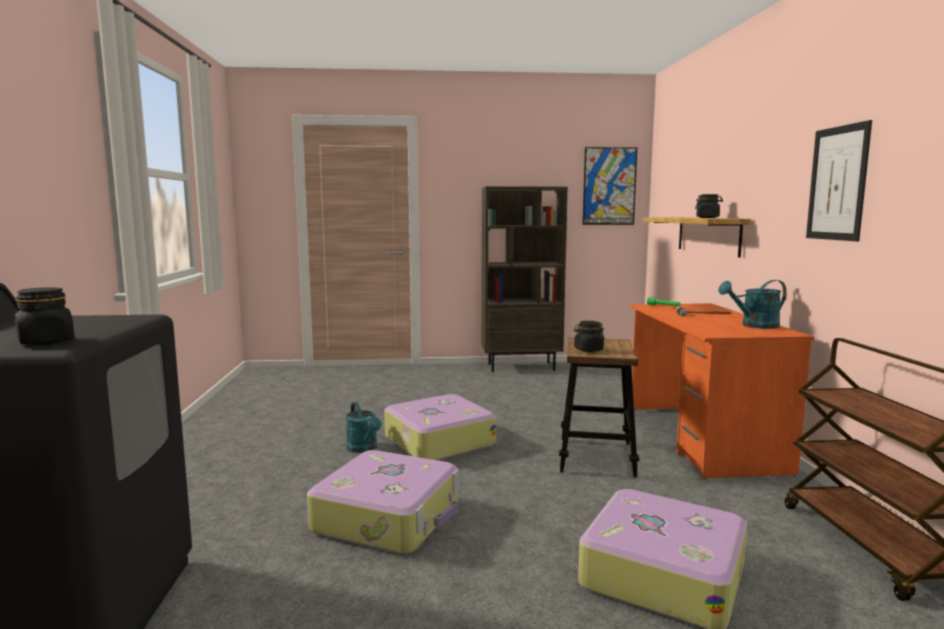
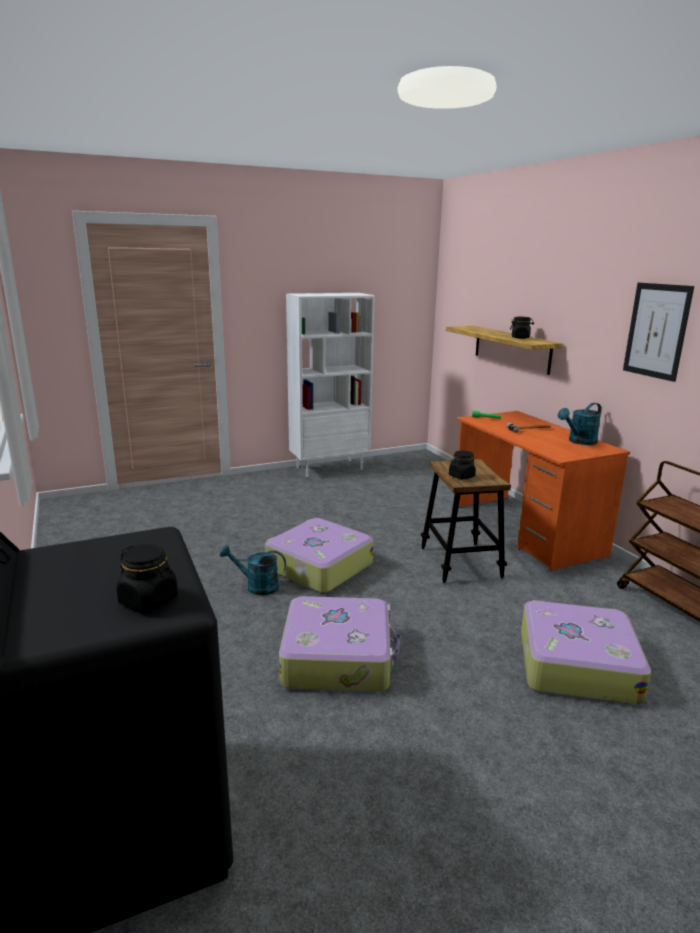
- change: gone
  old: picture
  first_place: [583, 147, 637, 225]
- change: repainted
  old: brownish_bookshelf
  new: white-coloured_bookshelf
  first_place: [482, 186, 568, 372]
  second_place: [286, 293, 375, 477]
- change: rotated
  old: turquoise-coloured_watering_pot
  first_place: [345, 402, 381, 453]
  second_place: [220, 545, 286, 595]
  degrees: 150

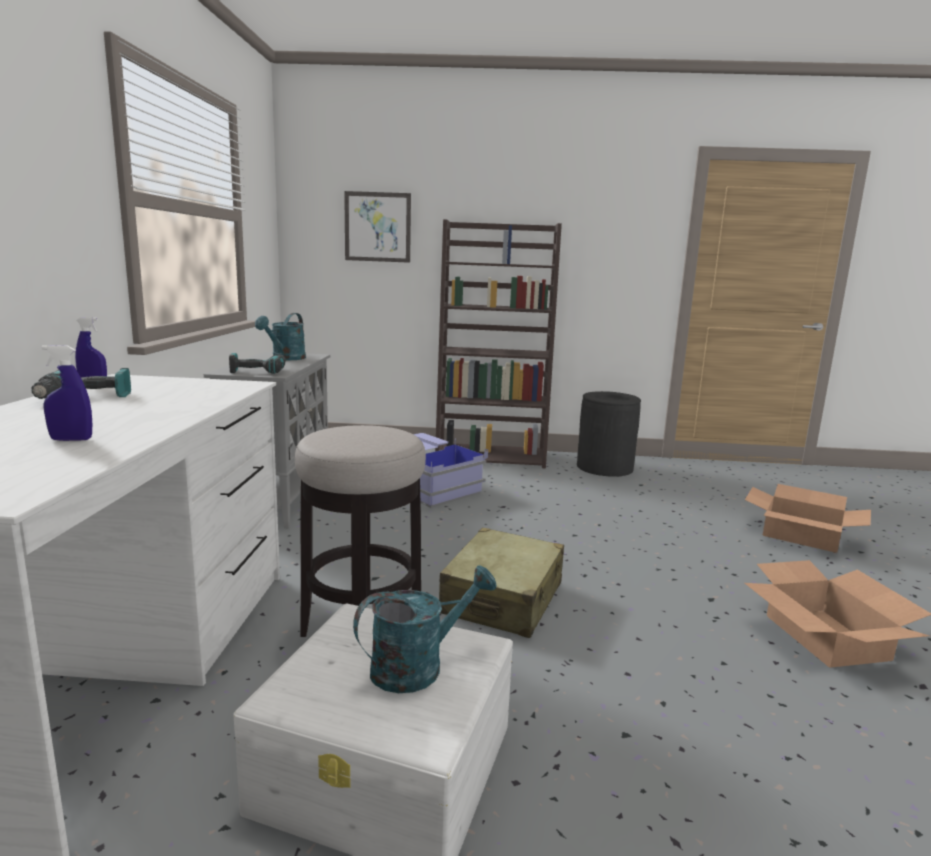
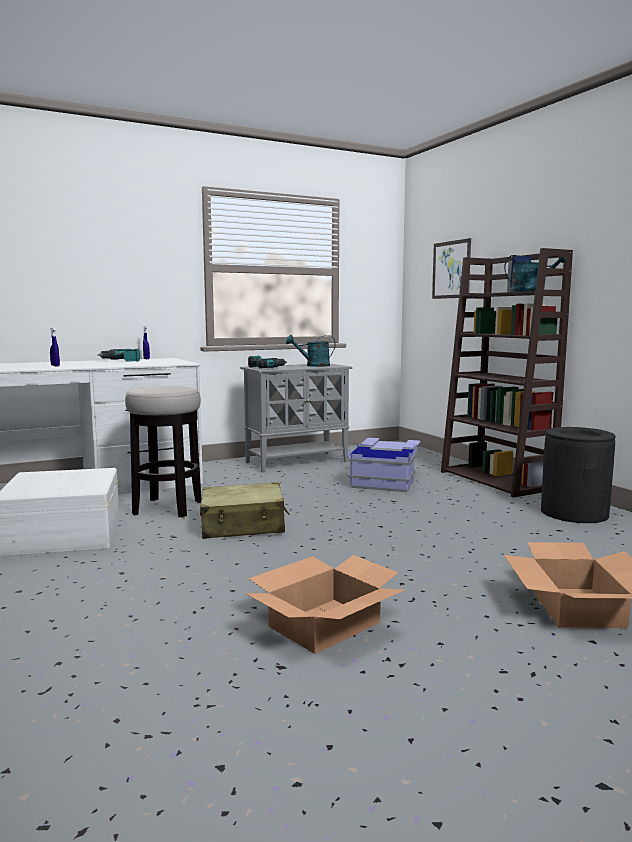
- change: shifted
  old: turquoise-coloured_watering_pot
  first_place: [353, 565, 497, 693]
  second_place: [504, 255, 566, 292]

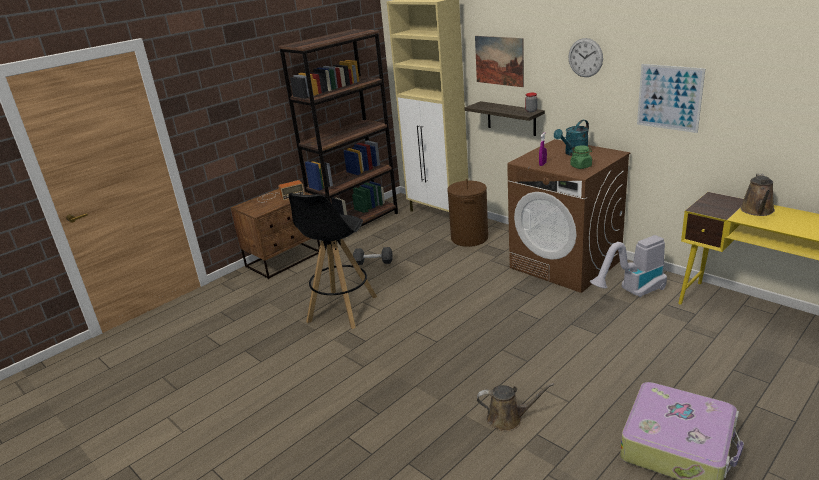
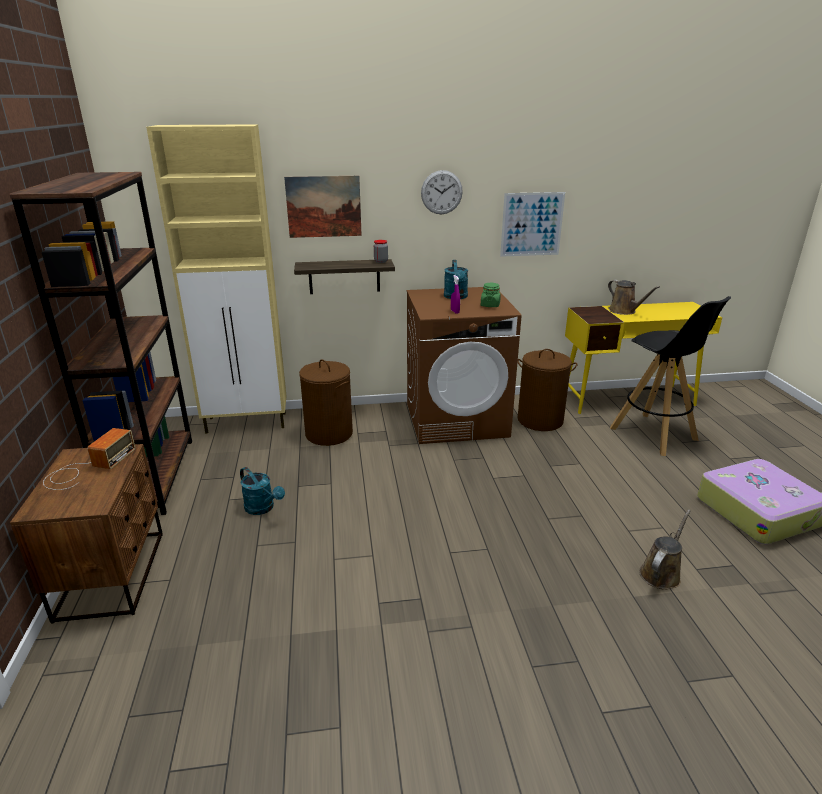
- change: shifted
  old: black_stool
  first_place: [289, 193, 377, 329]
  second_place: [610, 296, 731, 456]
- change: swapped
  old: vacuum
  new: brownish_laundry_basket
  first_place: [590, 235, 667, 297]
  second_place: [517, 349, 577, 431]
- change: swapped
  old: black_free_weight
  new: turquoise-coloured_watering_pot
  first_place: [353, 247, 393, 265]
  second_place: [240, 467, 285, 515]

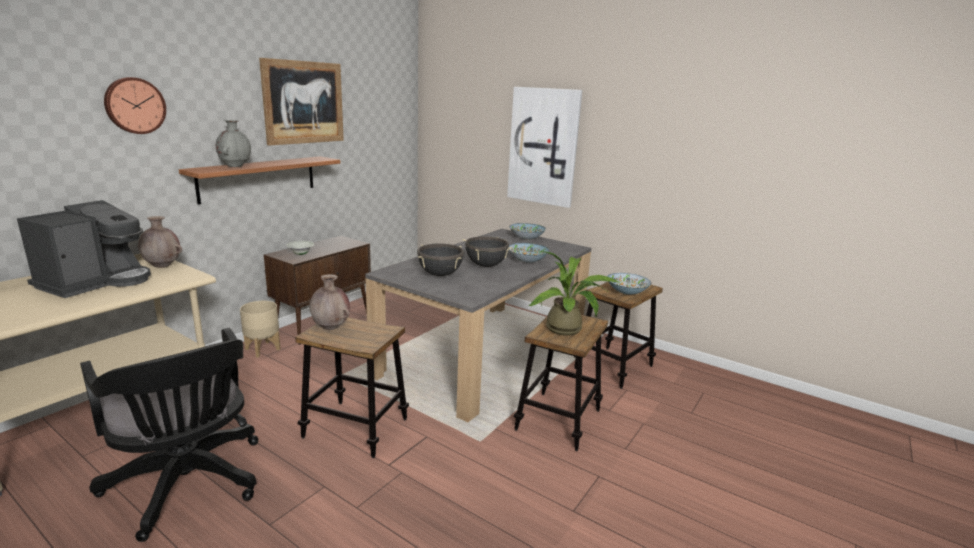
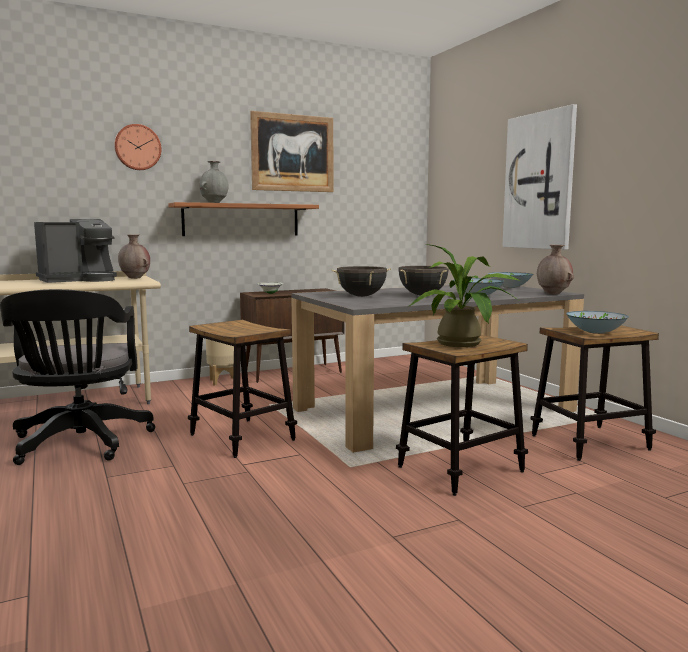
- change: shifted
  old: brownish_flower_vase
  first_place: [310, 274, 350, 330]
  second_place: [537, 245, 574, 294]

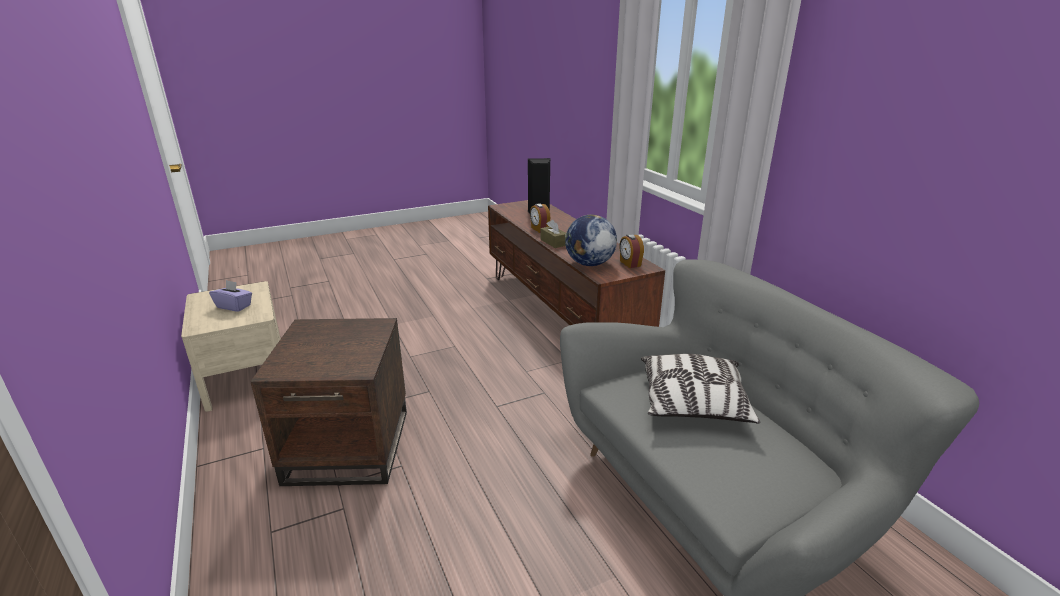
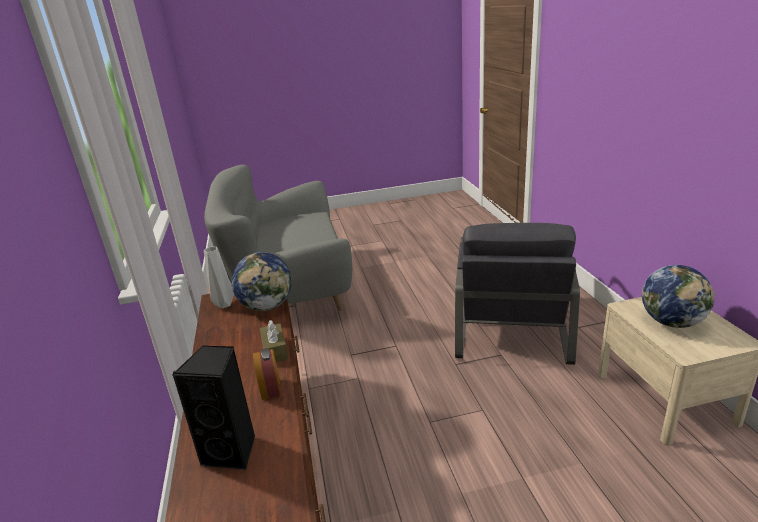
- change: swapped
  old: bedside_clock
  new: greyish_flower_vase
  first_place: [619, 234, 644, 268]
  second_place: [204, 247, 234, 309]
- change: swapped
  old: purple_tissue_box
  new: world_globe
  first_place: [209, 280, 252, 312]
  second_place: [642, 265, 714, 328]
- change: swapped
  old: brownish_accent_table
  new: greyish_lounge_chair
  first_place: [250, 318, 407, 486]
  second_place: [455, 223, 580, 365]
- change: gone
  old: cushion
  first_place: [641, 354, 760, 424]

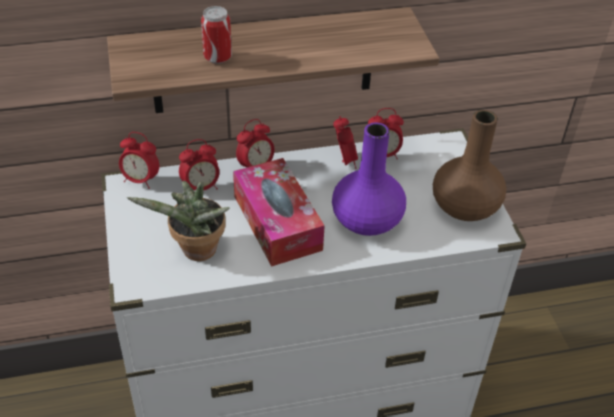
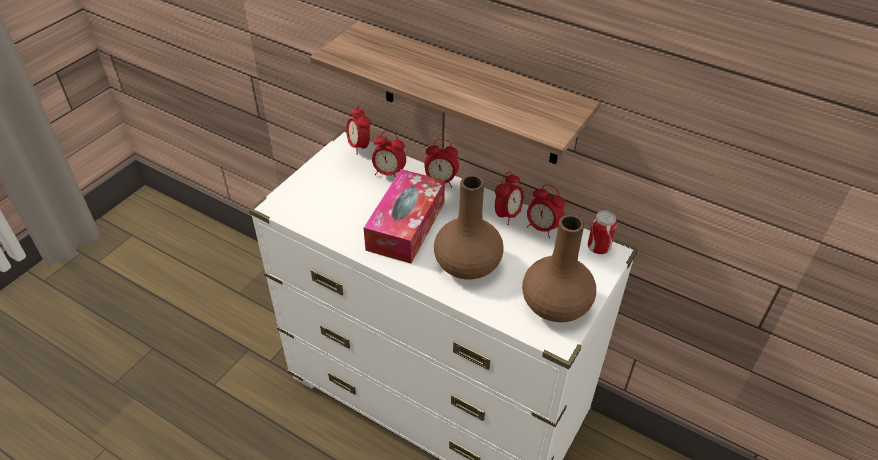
- change: shifted
  old: metal_can
  first_place: [201, 6, 232, 64]
  second_place: [588, 210, 617, 254]
- change: repainted
  old: purple_flower_vase
  new: brownish_flower_vase
  first_place: [332, 123, 406, 236]
  second_place: [434, 175, 504, 280]
- change: gone
  old: houseplant
  first_place: [127, 181, 230, 261]

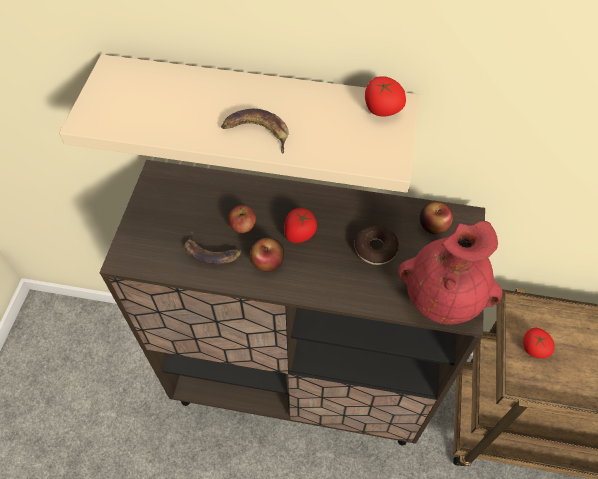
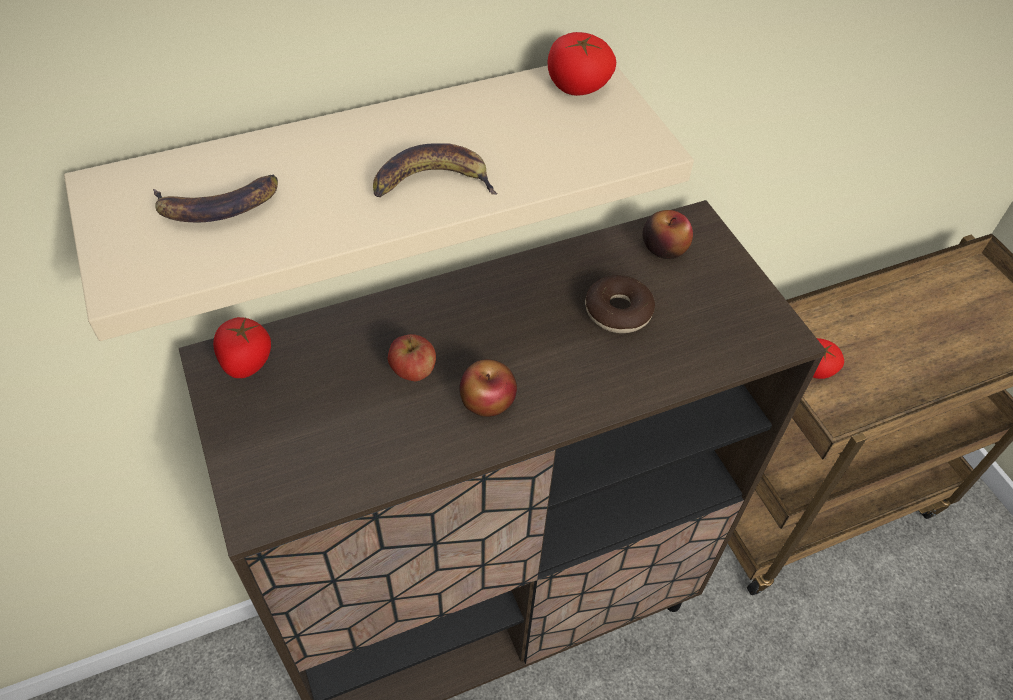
- change: shifted
  old: tomato
  first_place: [284, 208, 317, 243]
  second_place: [213, 317, 271, 378]
- change: gone
  old: red-coloured_flower_vase
  first_place: [398, 221, 502, 325]
- change: shifted
  old: banana
  first_place: [185, 231, 241, 264]
  second_place: [153, 174, 278, 222]

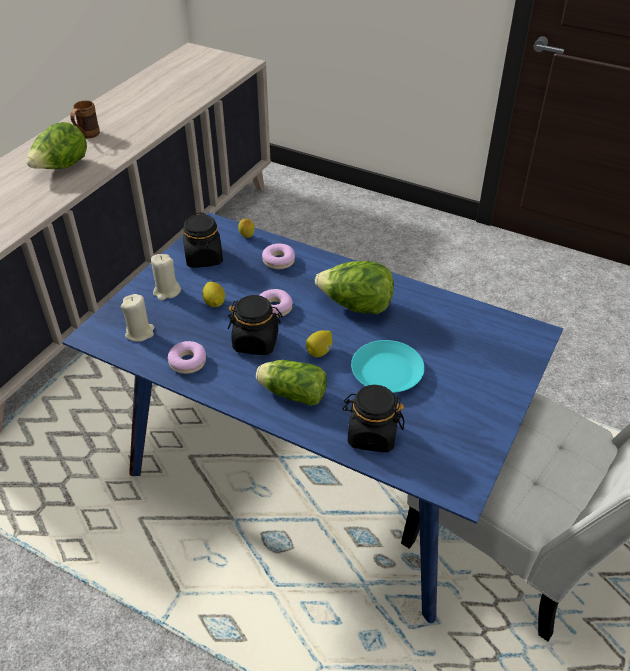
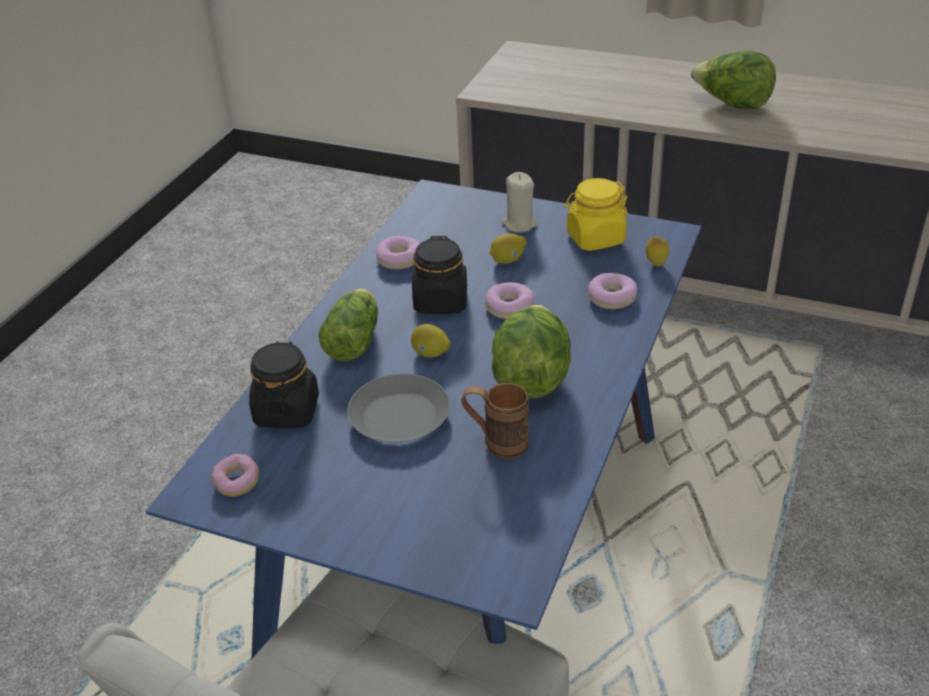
- change: shifted
  old: brownish_tea_mug
  first_place: [70, 100, 100, 138]
  second_place: [461, 383, 529, 459]
- change: repainted
  old: black_jar
  new: yellow_jar
  first_place: [183, 213, 223, 268]
  second_place: [564, 178, 628, 251]
- change: gone
  old: beige_wax_candle
  first_place: [121, 294, 154, 342]
- change: repainted
  old: turquoise-coloured_flat_dish
  new: greyish_flat_dish
  first_place: [351, 340, 425, 393]
  second_place: [347, 374, 450, 442]
- change: new
  new: doughnut
  second_place: [212, 454, 259, 497]

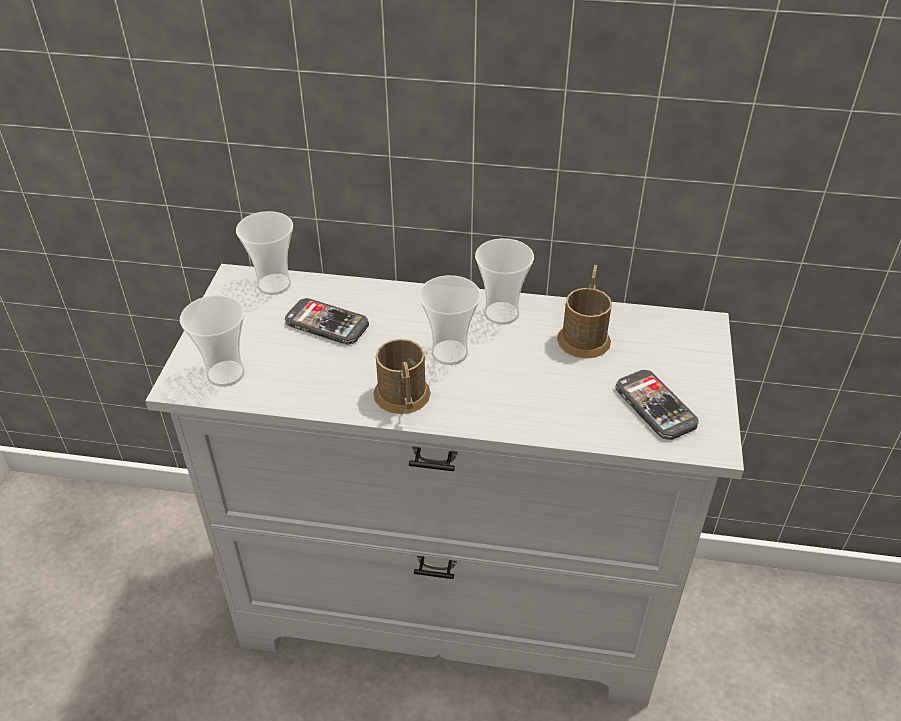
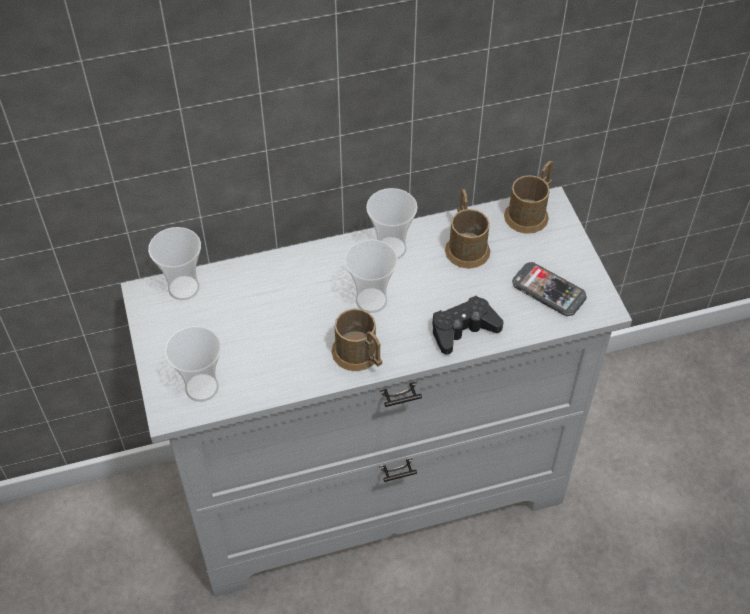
- change: gone
  old: phone
  first_place: [285, 298, 369, 345]
- change: new
  new: brownish_tea_mug
  second_place: [504, 161, 554, 234]
- change: new
  new: black_game_controller
  second_place: [432, 296, 503, 354]

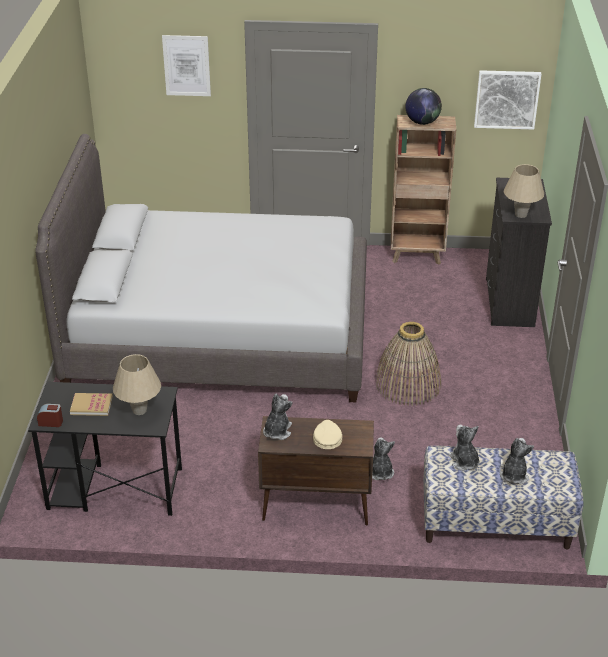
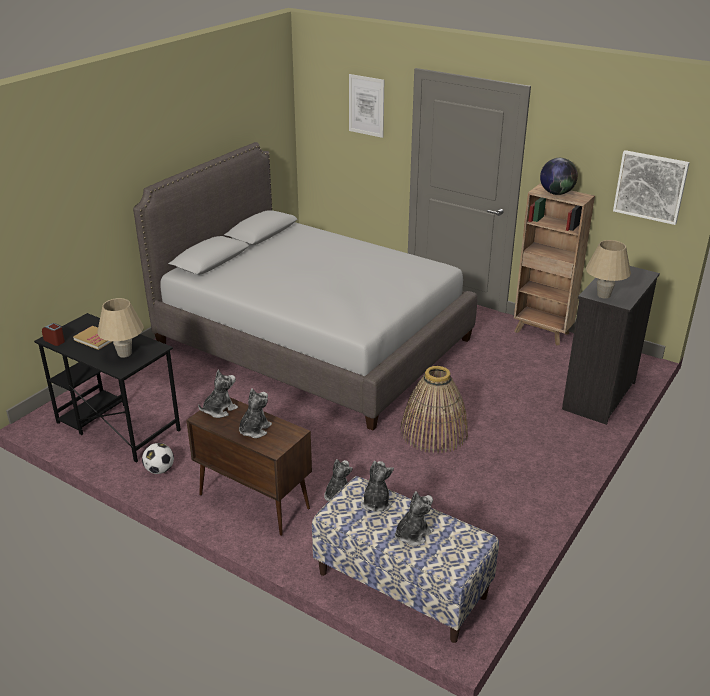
- change: swapped
  old: beige_baseball_cap
  new: soft_toy
  first_place: [313, 420, 342, 449]
  second_place: [239, 389, 272, 438]
- change: new
  new: football
  second_place: [142, 443, 174, 474]

